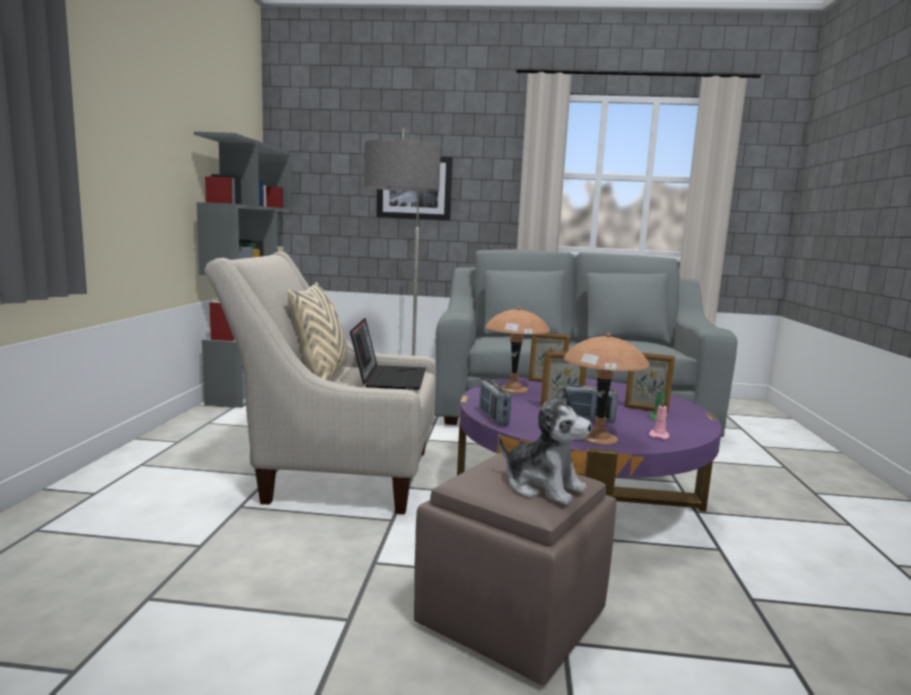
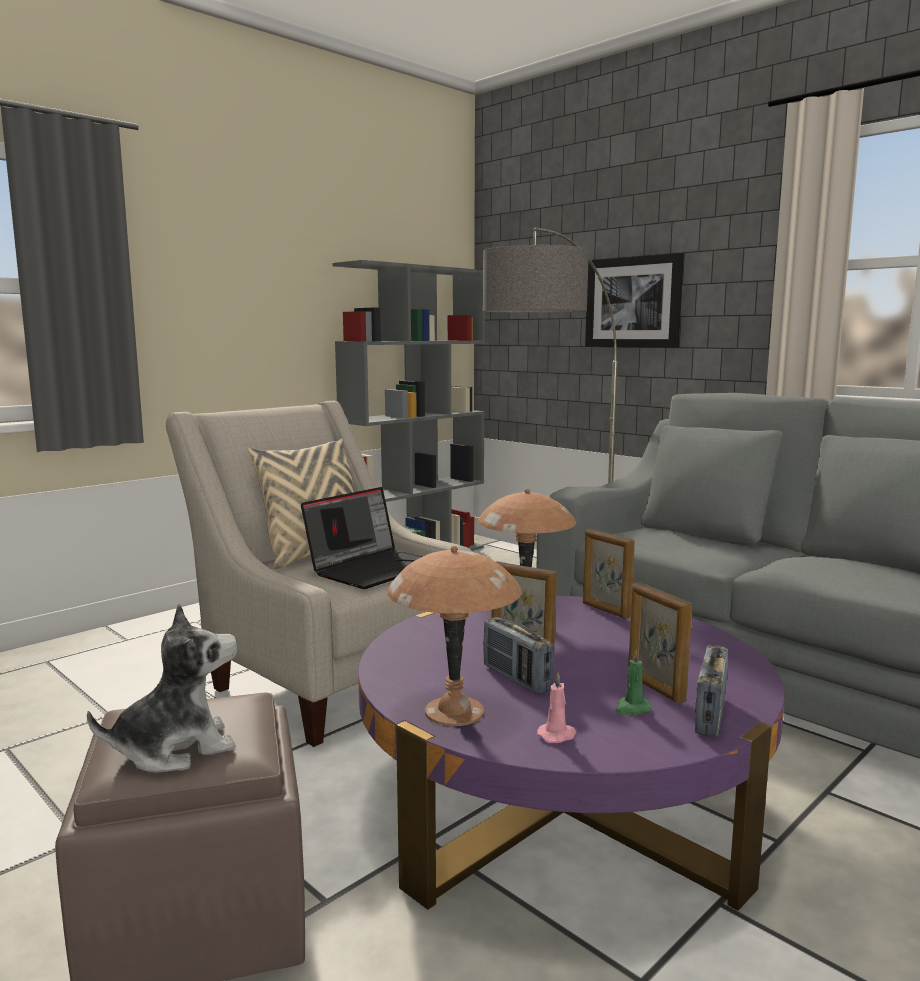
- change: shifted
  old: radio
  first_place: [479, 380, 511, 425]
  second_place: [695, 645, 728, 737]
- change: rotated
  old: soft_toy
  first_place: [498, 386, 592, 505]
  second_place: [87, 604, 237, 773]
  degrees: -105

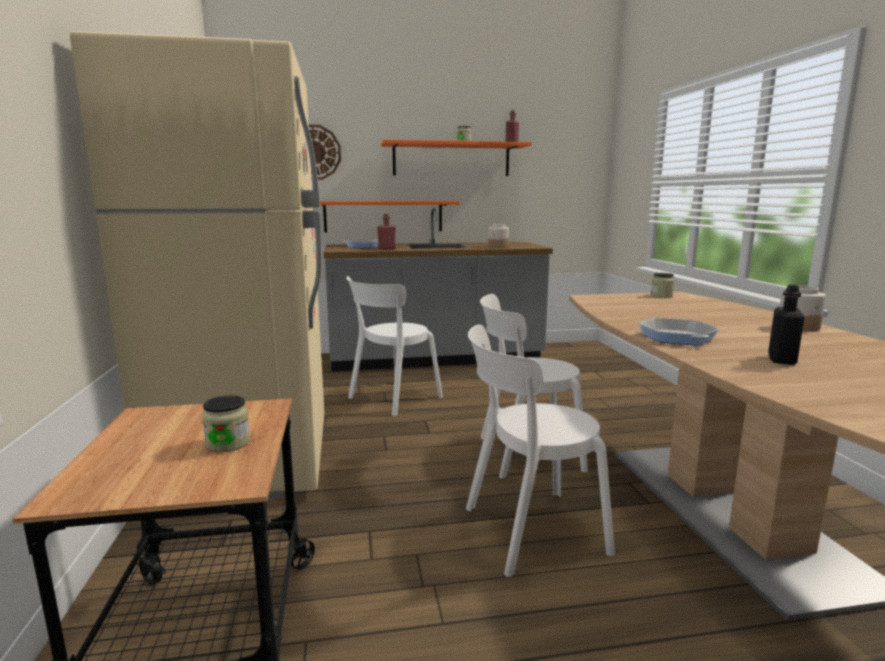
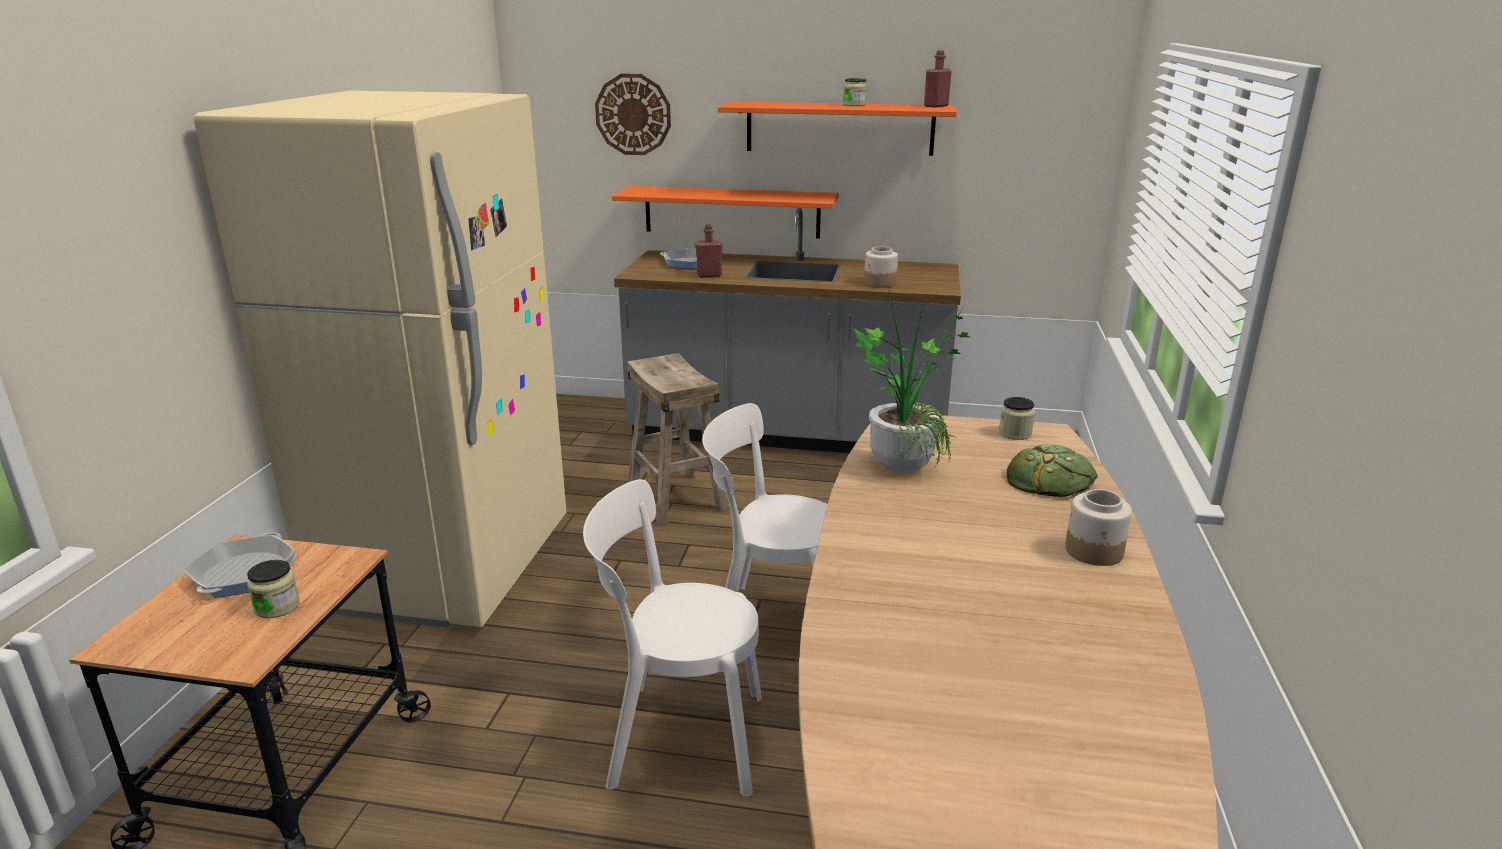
- change: swapped
  old: white-coloured_chair
  new: beige_stool
  first_place: [346, 276, 443, 416]
  second_place: [627, 353, 727, 527]
- change: gone
  old: black_drink_bottle
  first_place: [768, 284, 805, 365]
- change: shifted
  old: skillet
  first_place: [638, 317, 719, 345]
  second_place: [184, 532, 296, 598]
- change: new
  new: houseplant
  second_place: [852, 287, 969, 472]
- change: new
  new: baked_bread
  second_place: [1007, 444, 1098, 497]

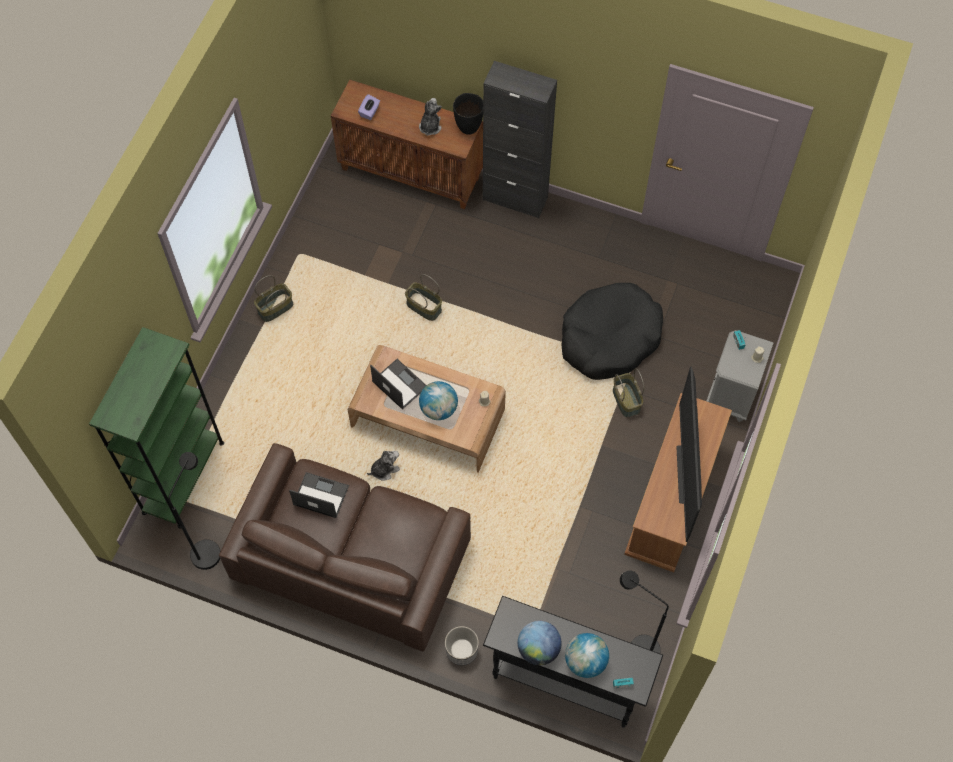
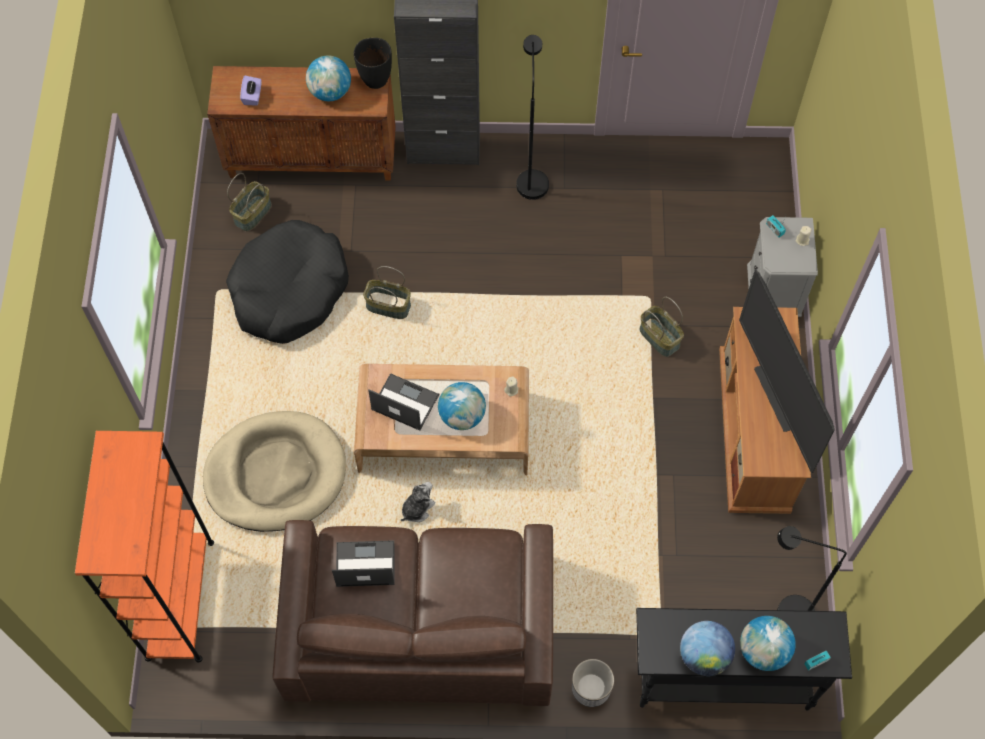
- change: swapped
  old: soft_toy
  new: world_globe
  first_place: [419, 98, 442, 136]
  second_place: [306, 56, 351, 101]
- change: shifted
  old: household_basket
  first_place: [254, 275, 293, 322]
  second_place: [227, 173, 272, 231]
- change: shifted
  old: black_dog_cushion
  first_place: [562, 283, 663, 380]
  second_place: [226, 220, 349, 344]
- change: repainted
  old: green-coloured_bookshelf
  new: orange_bookshelf
  first_place: [89, 327, 224, 529]
  second_place: [75, 431, 214, 663]
- change: shifted
  old: black_floor_lamp
  first_place: [168, 452, 220, 570]
  second_place: [516, 35, 549, 200]
- change: new
  new: beige_dog_cushion
  second_place: [203, 411, 346, 532]

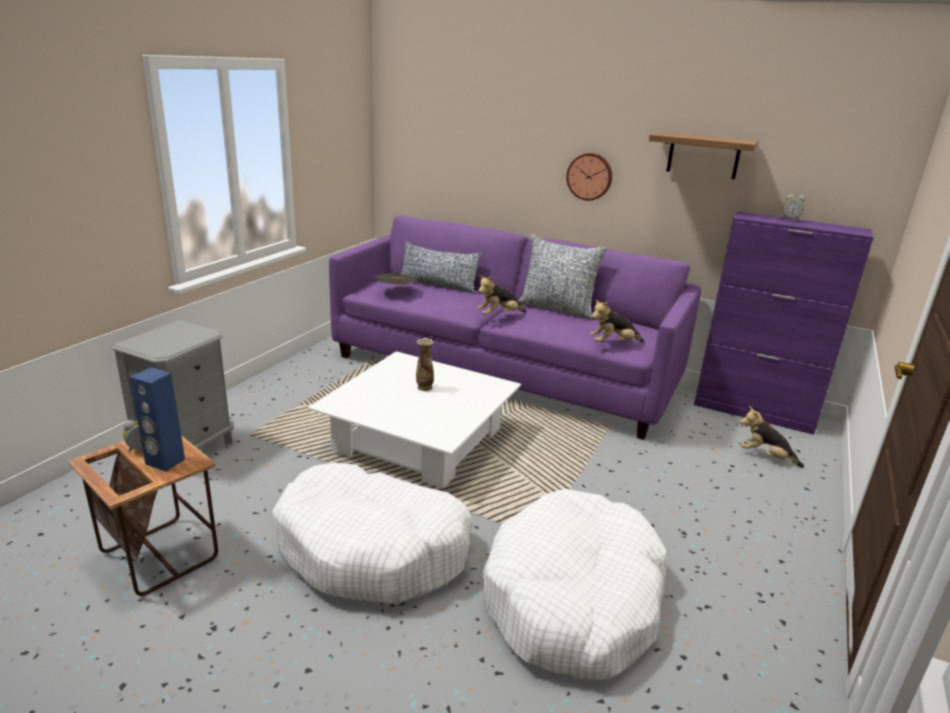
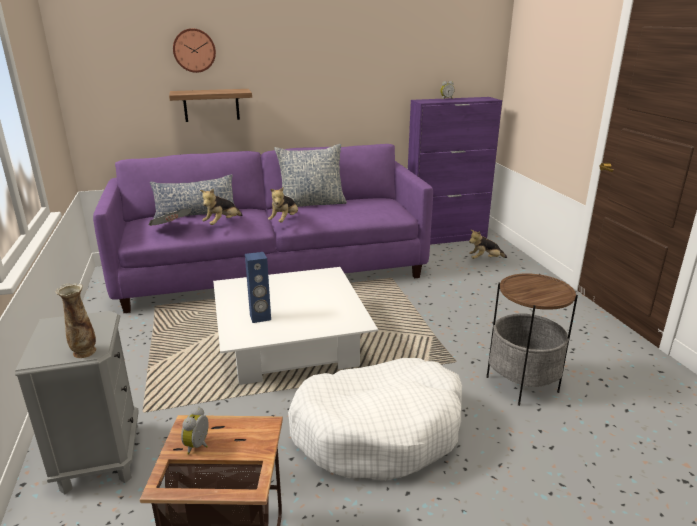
- change: shifted
  old: wall_shelf
  first_place: [649, 132, 759, 179]
  second_place: [169, 89, 252, 122]
- change: shifted
  old: clock_on_the_wall
  first_place: [566, 153, 612, 201]
  second_place: [173, 28, 216, 73]
- change: shifted
  old: soft_toy
  first_place: [590, 299, 644, 342]
  second_place: [200, 189, 242, 225]
- change: shifted
  old: flower_vase
  first_place: [416, 338, 434, 391]
  second_place: [55, 283, 96, 358]
- change: shifted
  old: blue-coloured_audio_speaker
  first_place: [129, 367, 185, 472]
  second_place: [245, 252, 271, 323]
- change: swapped
  old: white-coloured_dog_cushion
  new: accent_table
  first_place: [483, 489, 666, 680]
  second_place: [486, 273, 578, 406]

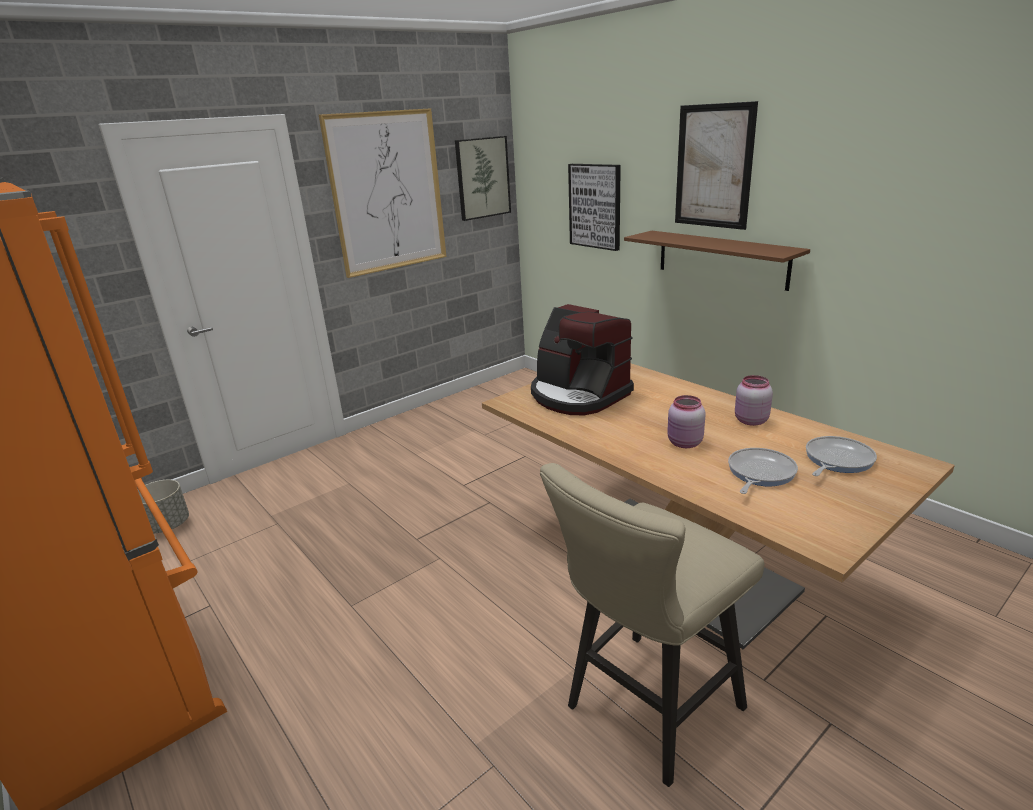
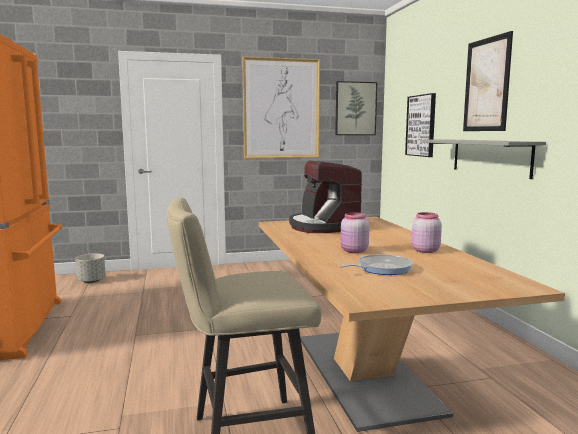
- change: repainted
  old: brownish_wall_shelf
  new: greyish_wall_shelf
  first_place: [624, 231, 810, 291]
  second_place: [421, 140, 546, 179]
- change: gone
  old: skillet
  first_place: [806, 436, 877, 476]

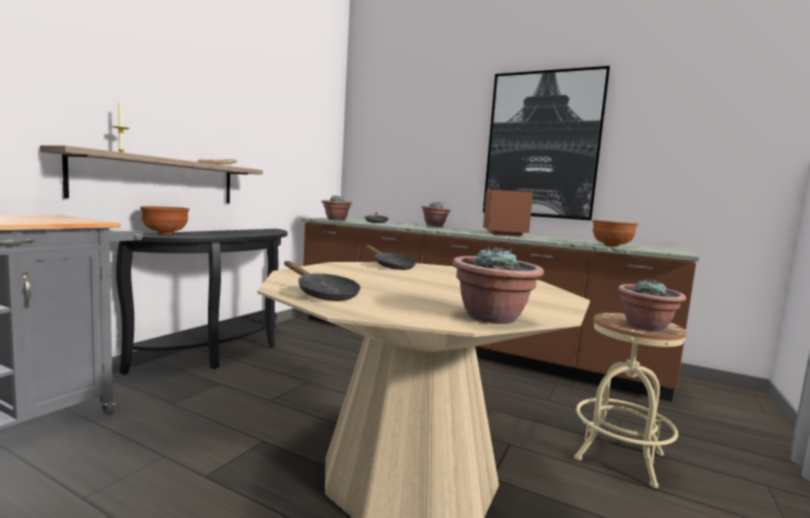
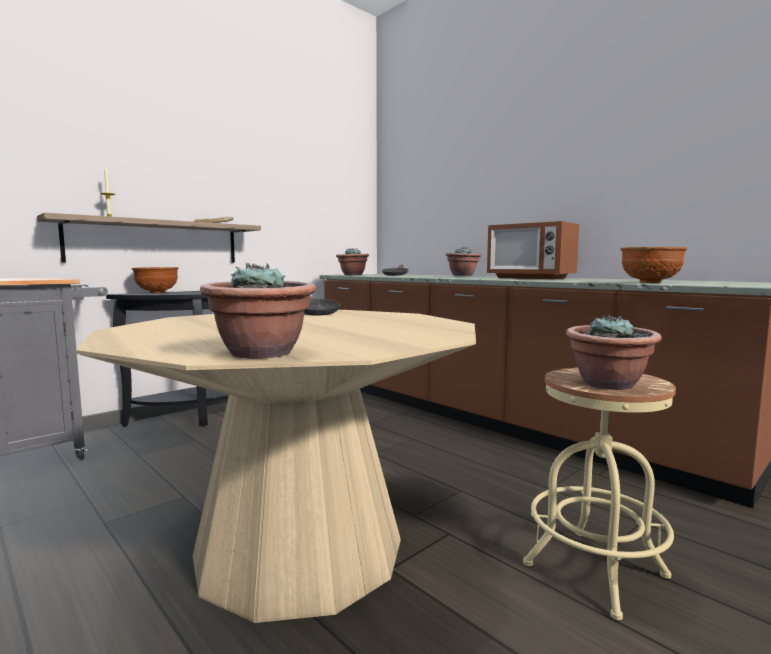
- change: gone
  old: picture
  first_place: [483, 66, 610, 220]
- change: rotated
  old: microwave_oven
  first_place: [483, 190, 533, 236]
  second_place: [487, 221, 579, 279]
  degrees: 105
- change: gone
  old: black_skillet
  first_place: [284, 261, 361, 301]

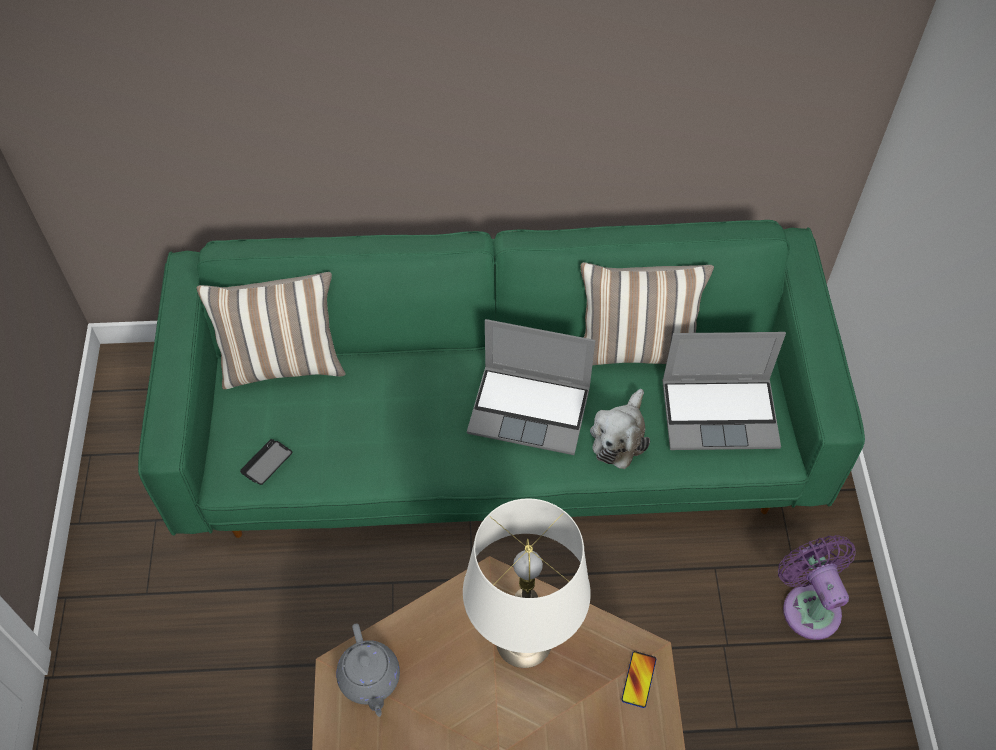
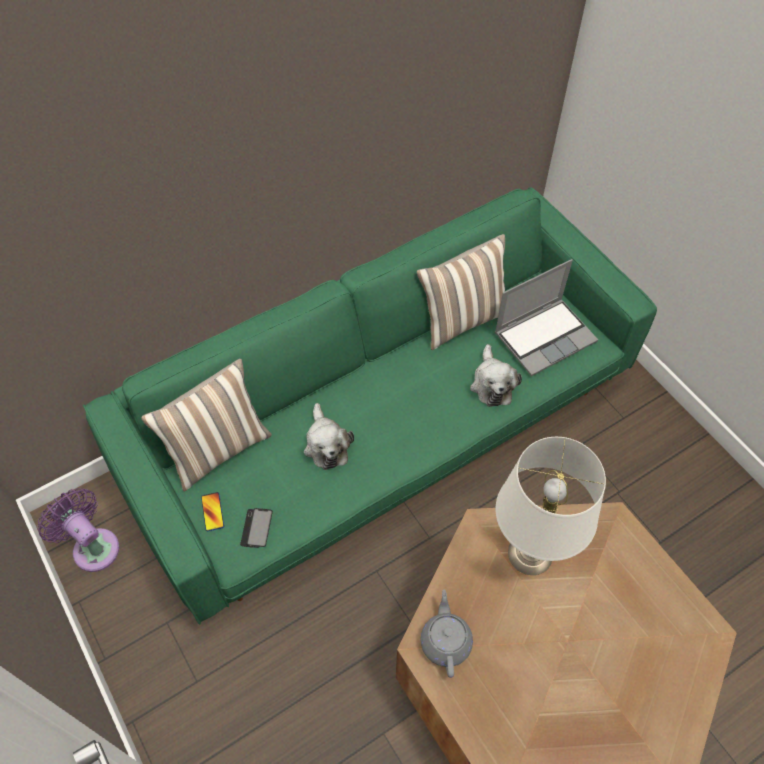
- change: gone
  old: portable_computer
  first_place: [467, 319, 595, 455]
- change: shifted
  old: purple_electric_fan
  first_place: [778, 535, 856, 640]
  second_place: [37, 488, 119, 572]
- change: rotated
  old: greyish_pot_for_tea
  first_place: [336, 623, 400, 717]
  second_place: [421, 590, 473, 678]
  degrees: -135
- change: shifted
  old: phone
  first_place: [621, 651, 656, 708]
  second_place: [201, 492, 224, 531]
- change: new
  new: soft_toy
  second_place: [304, 403, 354, 470]

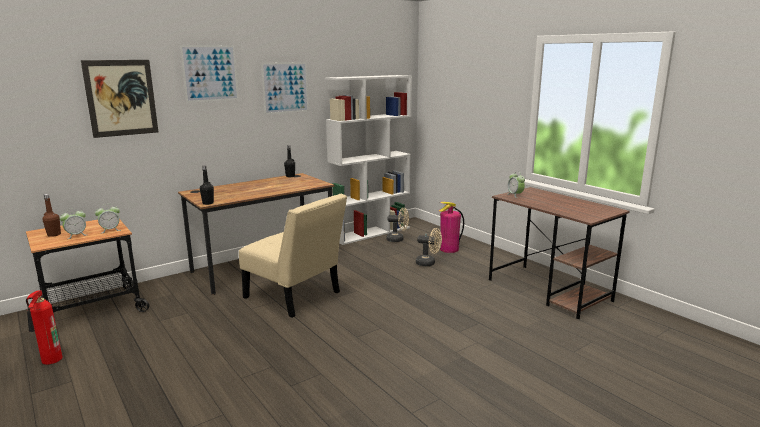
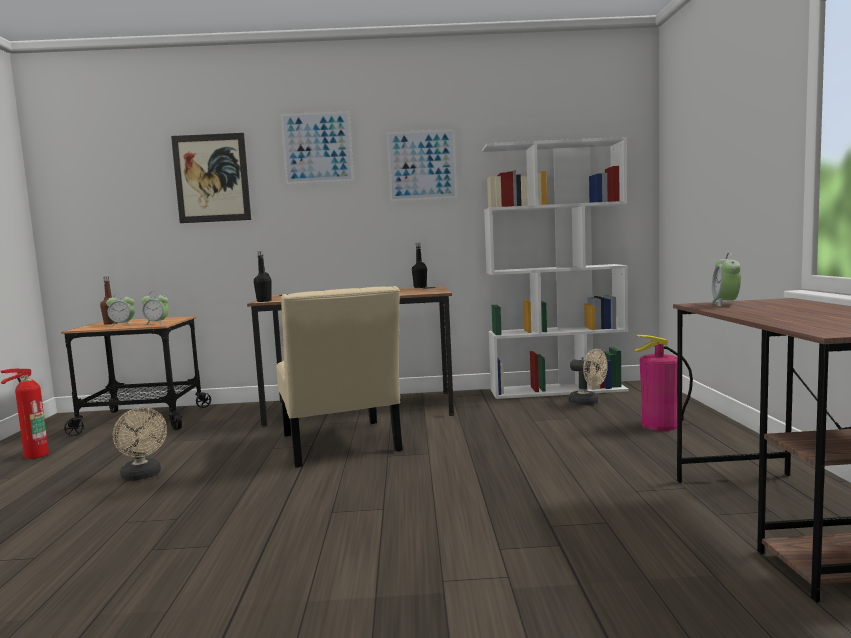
- change: shifted
  old: beige_electric_fan
  first_place: [416, 228, 442, 266]
  second_place: [113, 407, 167, 481]

